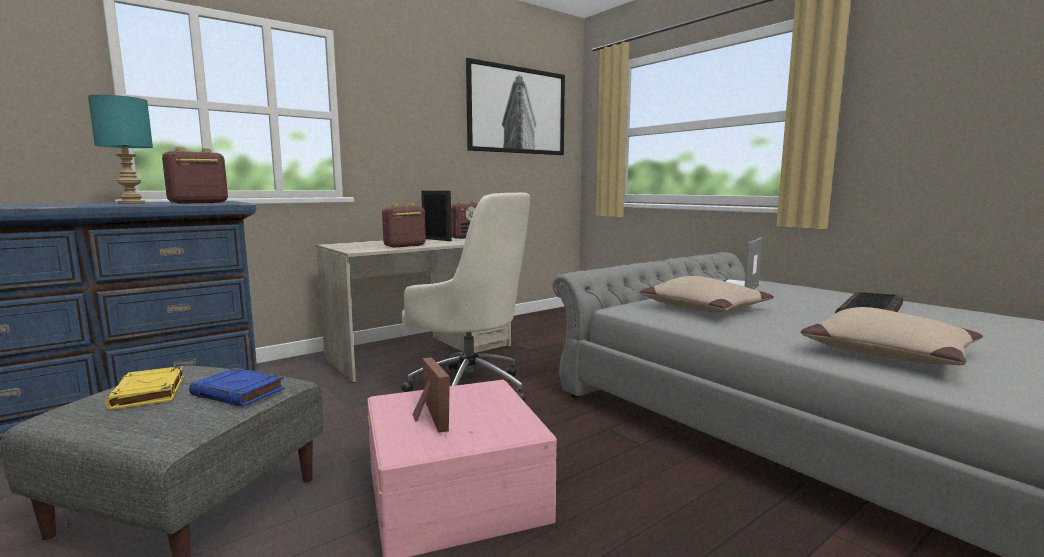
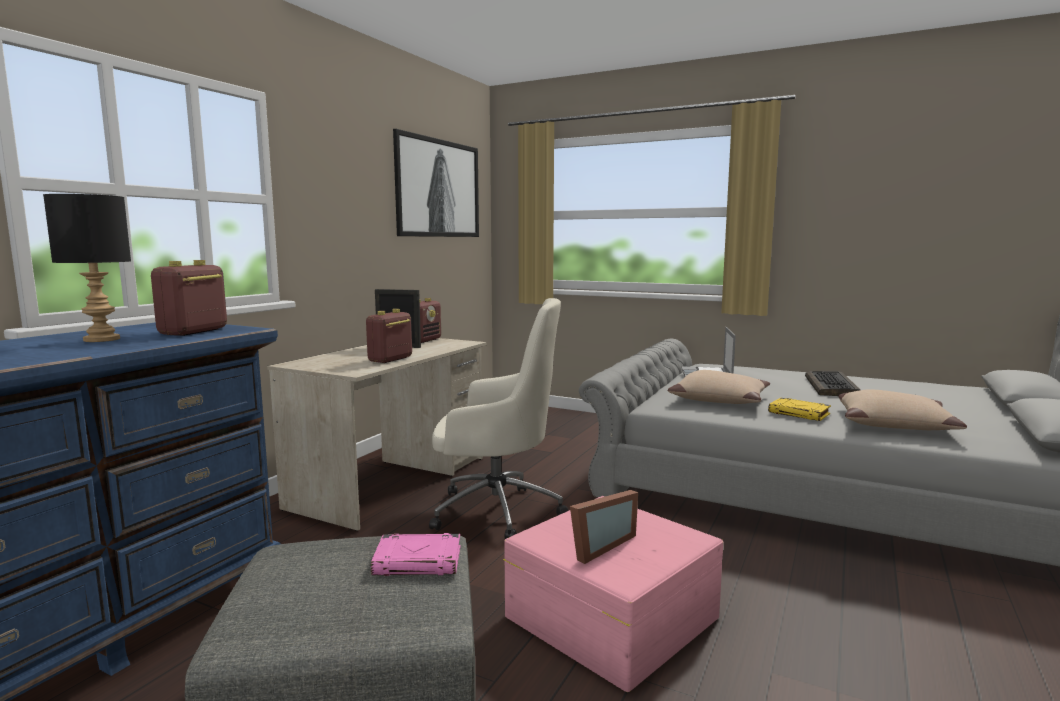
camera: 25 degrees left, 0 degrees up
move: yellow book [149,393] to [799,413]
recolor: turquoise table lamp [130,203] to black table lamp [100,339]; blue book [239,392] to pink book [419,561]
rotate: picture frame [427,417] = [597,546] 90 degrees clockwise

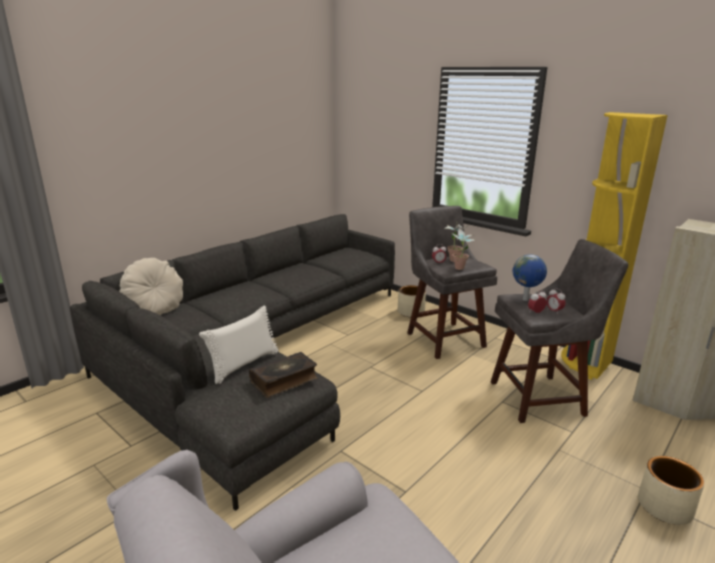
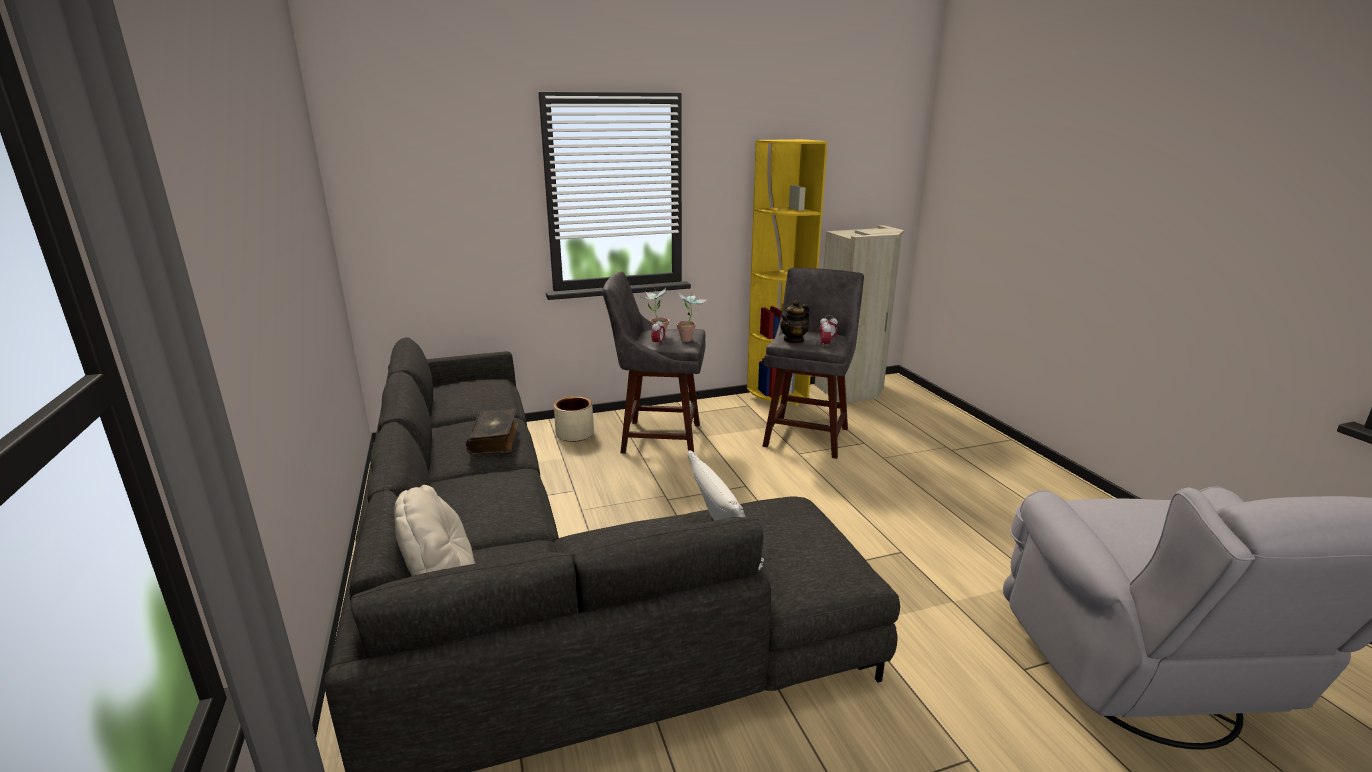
camera: 60 degrees left, 0 degrees up
delete: beige planter [664,506]
move: book [284,381] to [495,439]
replace: globe [525,300] to teapot [794,340]

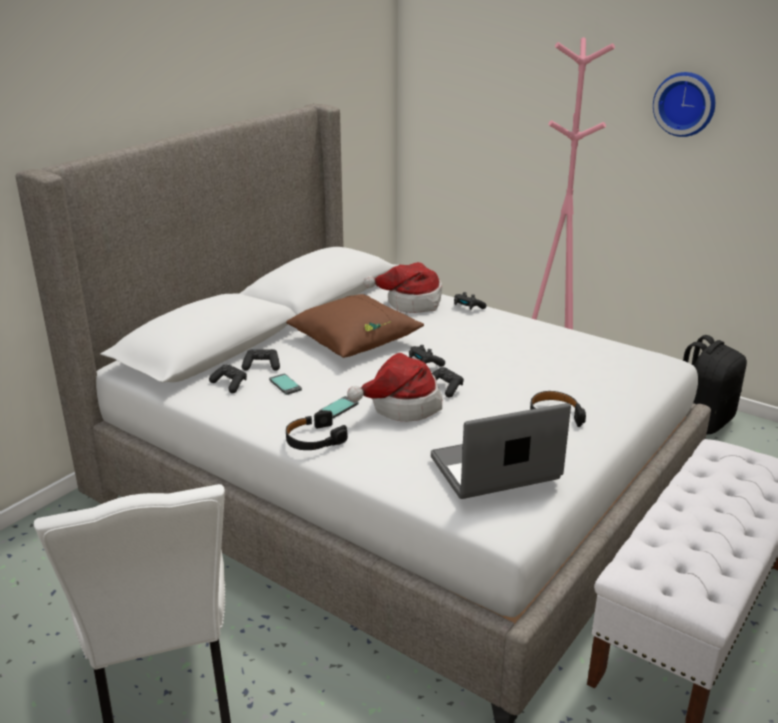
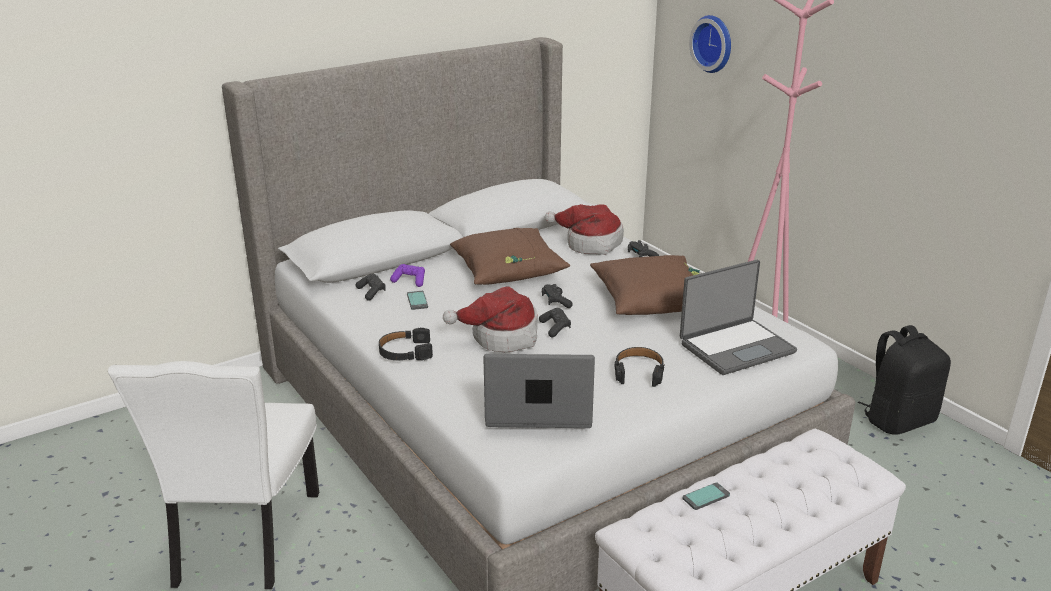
camera: 20 degrees right, 0 degrees up
insert: brown pillow [651,302]; laptop [735,347]
move: phone [338,408] to [705,497]; wall clock [685,103] to [714,43]
recolor: black game controller [262,366] to purple game controller [410,281]

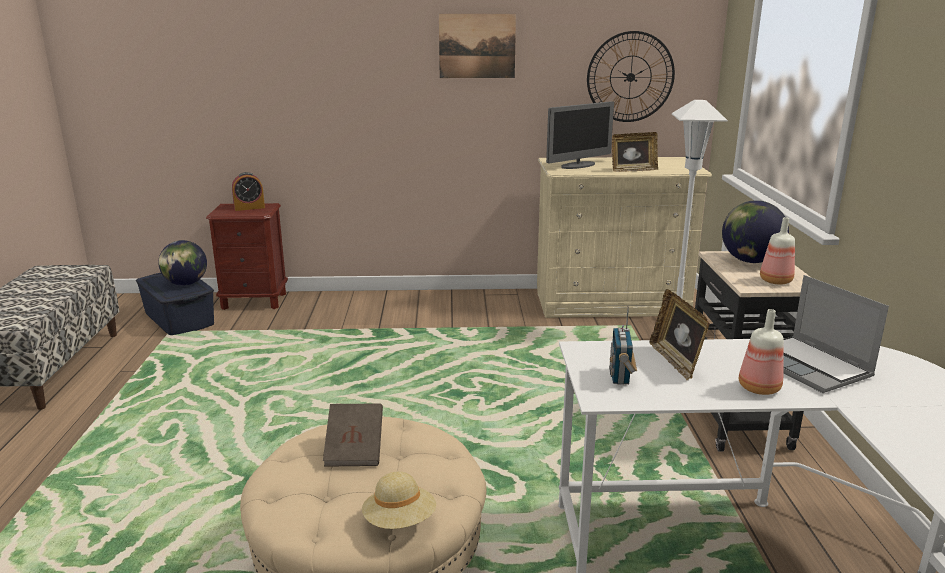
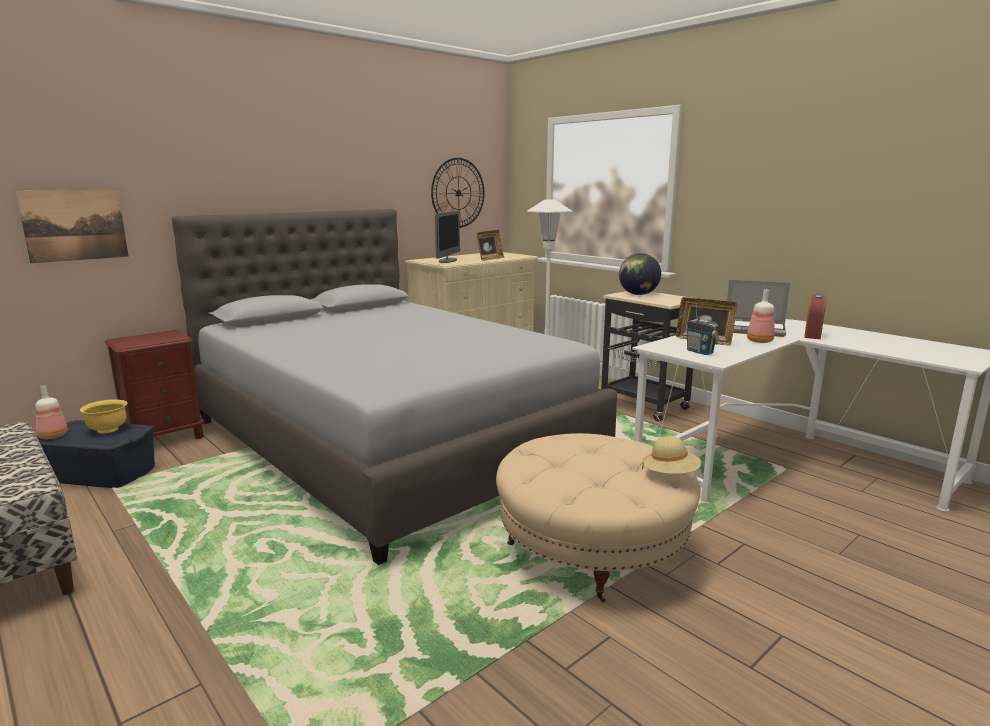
camera: 40 degrees left, 5 degrees down
delete: brown book [355,450]
insert: grey bed [390,440]
move: alarm clock [249,208] to [813,335]; picture [477,46] to [75,225]; bottle [775,281] to [53,436]
replace: globe [185,284] to yellow bowl [108,429]

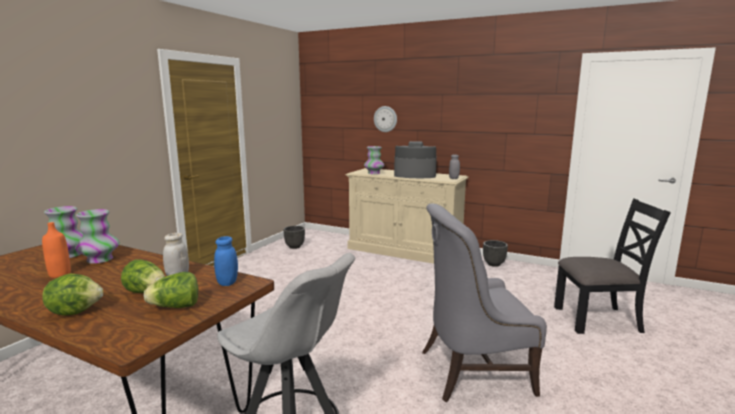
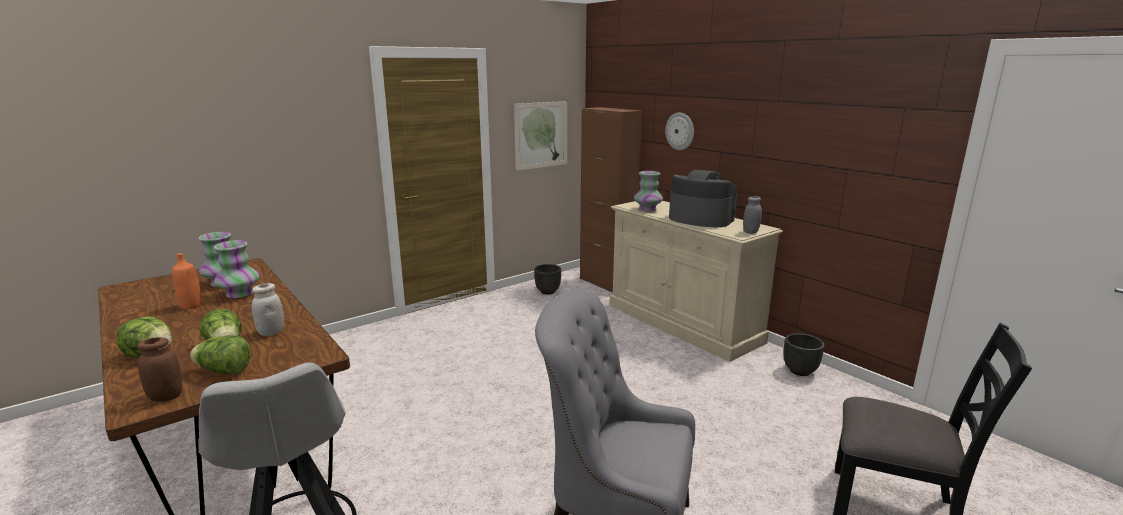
camera: 25 degrees right, 5 degrees up
delete: blue jar [227,282]
insert: brown jar [166,397]; picture [541,135]; brown cabinet [606,283]

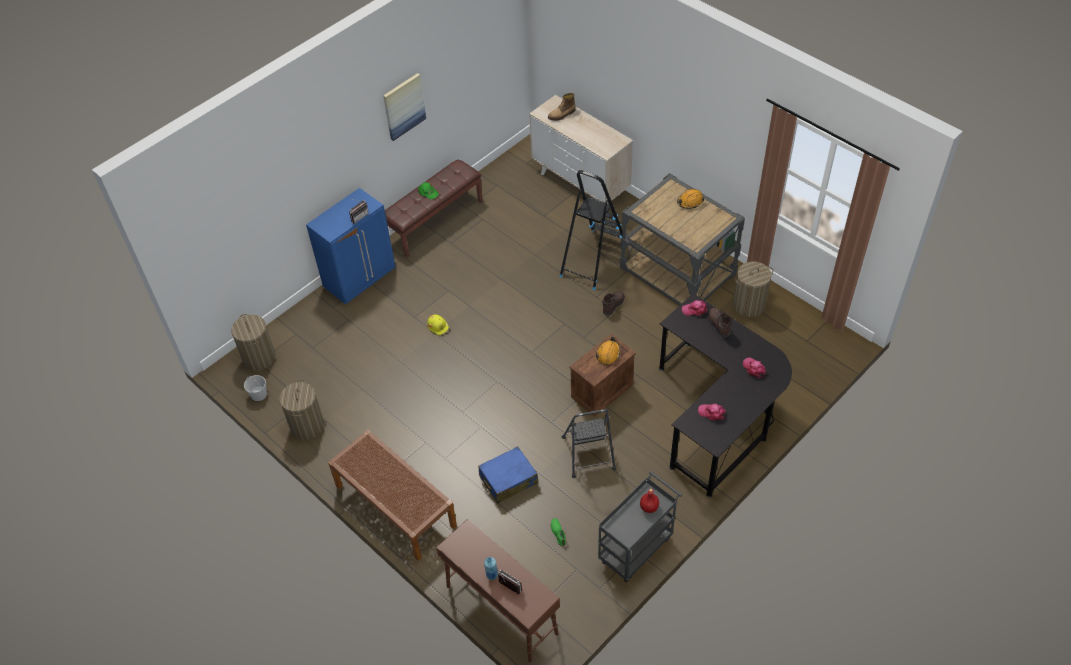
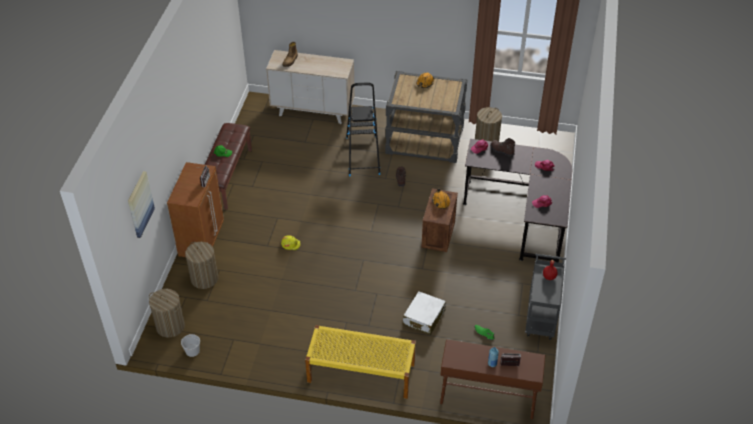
camera: 35 degrees left, 5 degrees down
delete: black step ladder [588,454]
move: laundry basket [307,425] to [204,278]; picture [404,106] to [140,204]
recolor: blue cabinet [359,276] to brown cabinet [201,237]; brown bench [395,506] to yellow bench [361,373]; blue suitcase [508,480] to white suitcase [423,318]

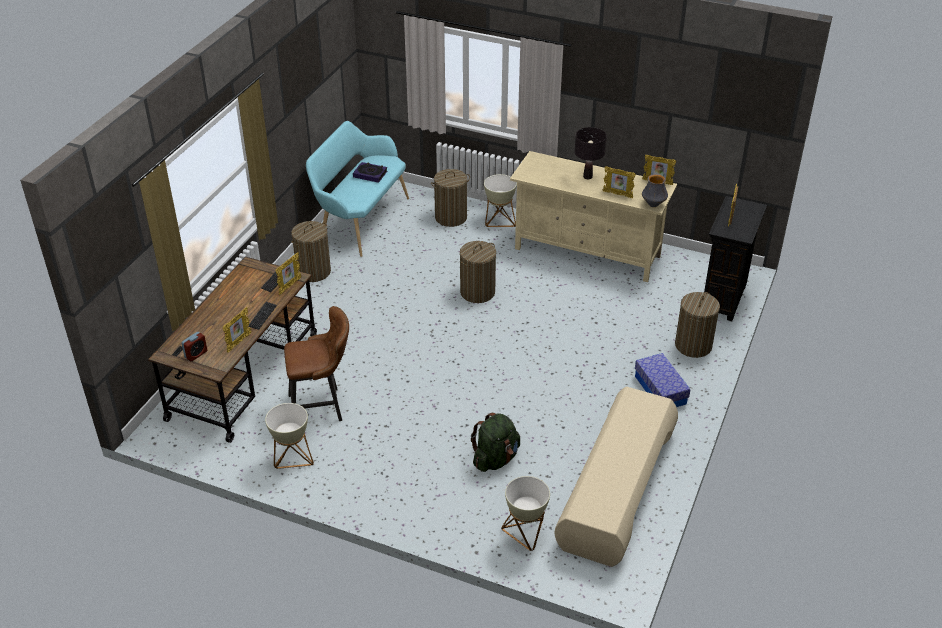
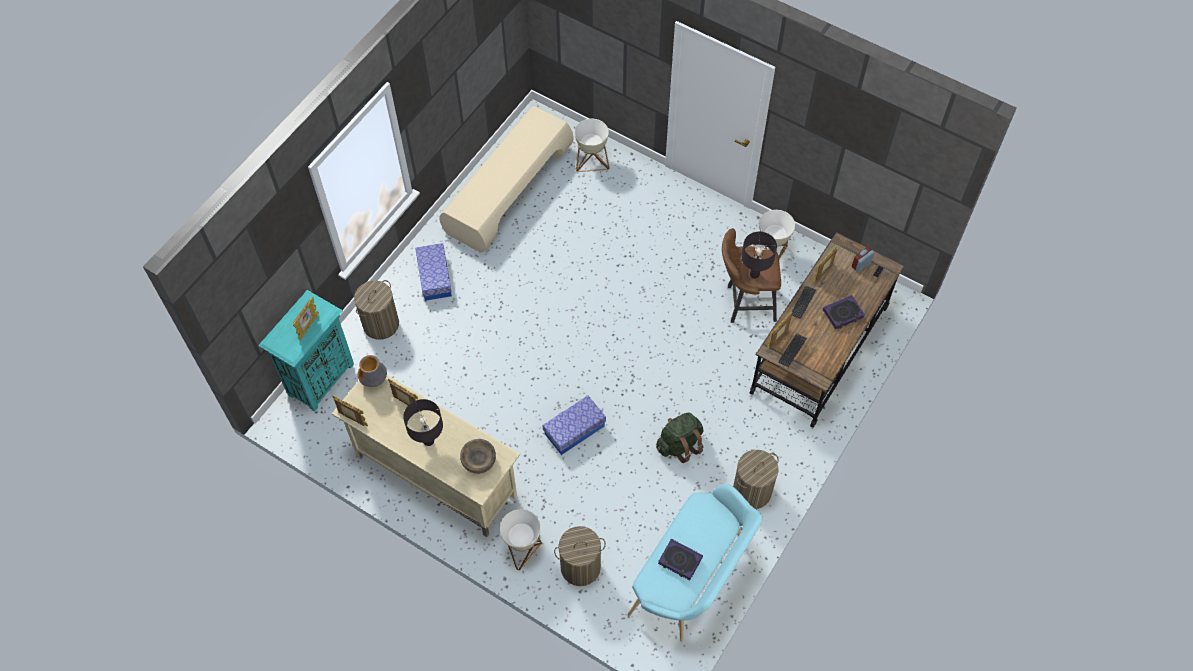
camera: 170 degrees left, 20 degrees up
insert: brown bowl [479,460]; black table lamp [754,274]; book [843,314]
move: green backpack [495,459] to [679,444]
replace: laundry basket [477,292] to storage box [574,430]
recolor: black cabinet [724,300] to turquoise cabinet [321,379]

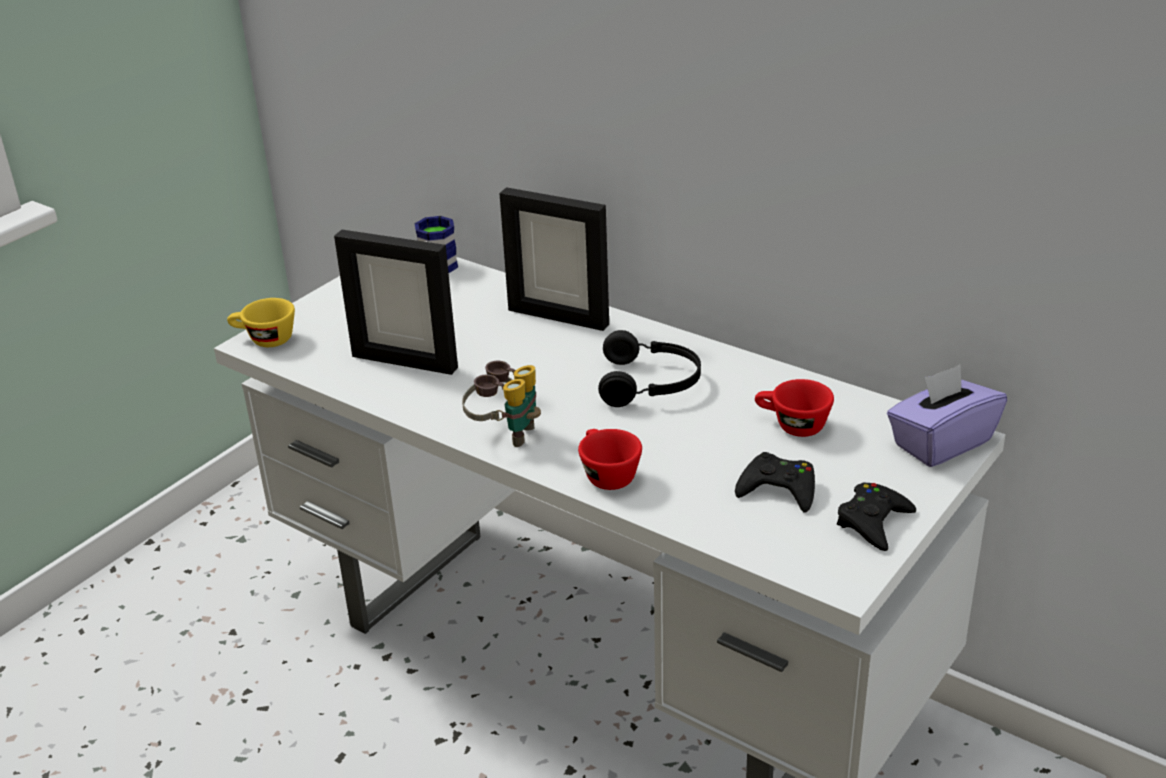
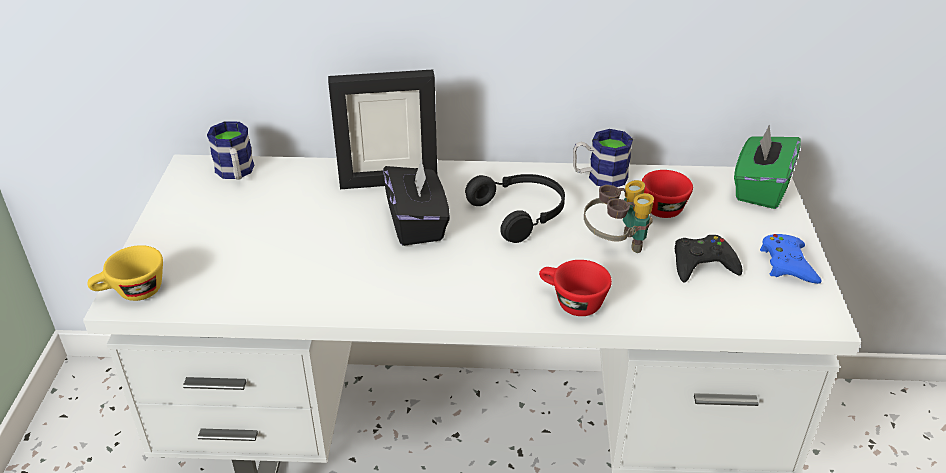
camera: 35 degrees left, 5 degrees up
delete: picture frame [405,360]
insert: black tissue box [417,223]; mug [599,177]
move: binoculars [505,433] to [616,245]
recolor: black game controller [873,522] to blue game controller [787,264]; purple tissue box [941,443] to green tissue box [760,188]

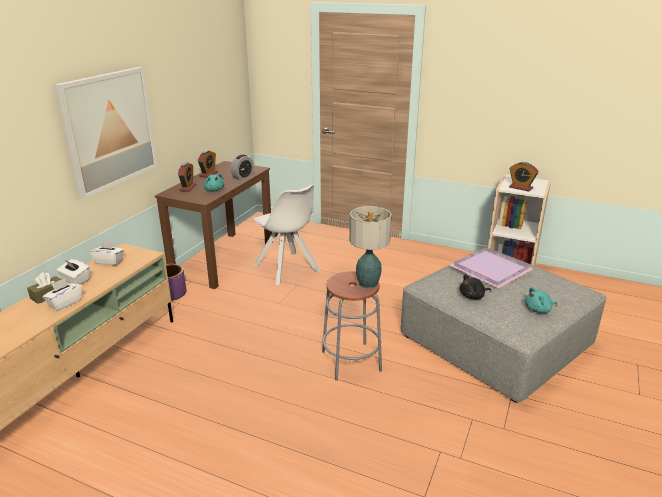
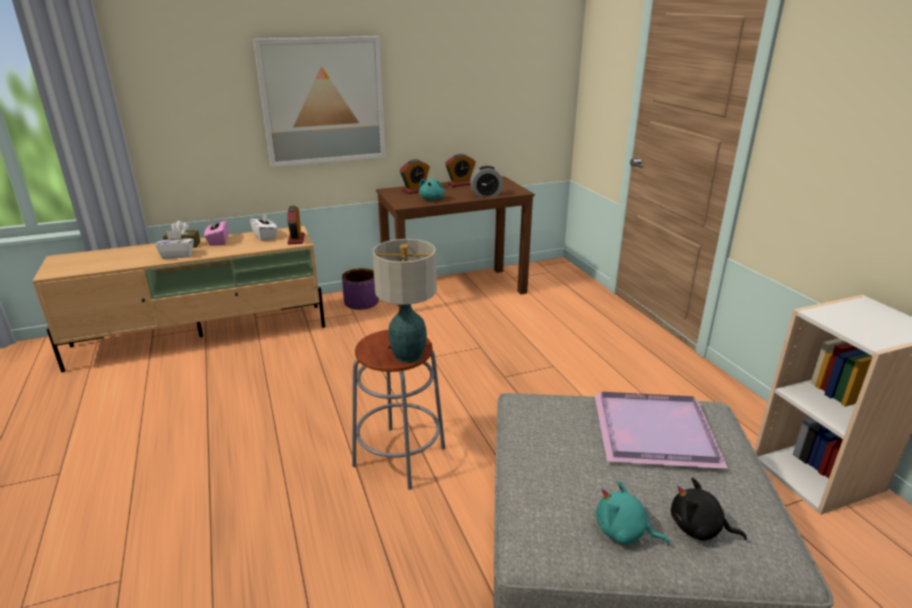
camera: 45 degrees right, 0 degrees up
delete: white chair [287,269]
move: black plush toy [473,296] to [699,529]; alarm clock [520,188] to [296,239]
recolor: white tissue box [75,280] to pink tissue box [218,241]

